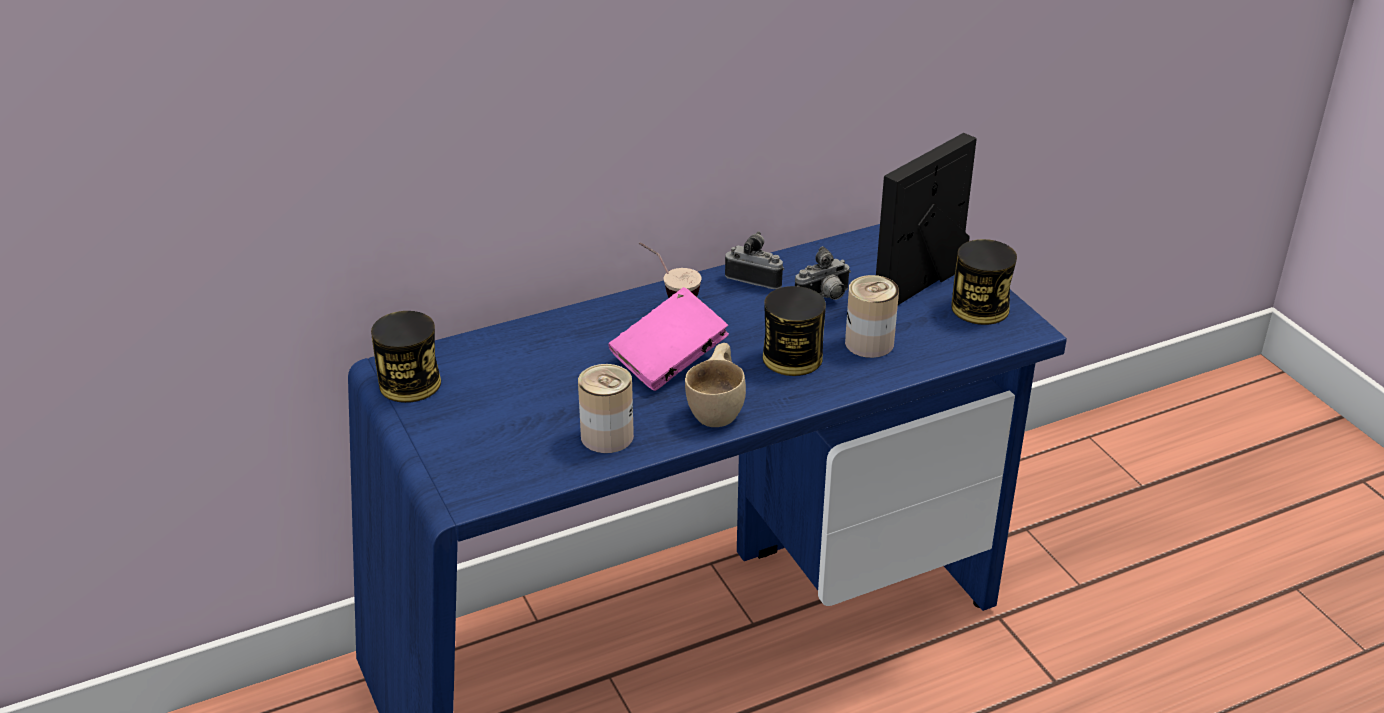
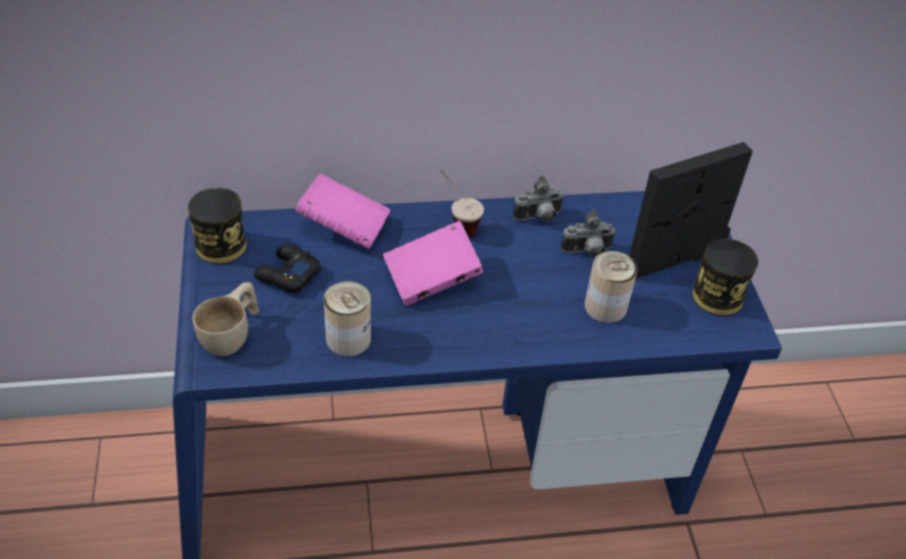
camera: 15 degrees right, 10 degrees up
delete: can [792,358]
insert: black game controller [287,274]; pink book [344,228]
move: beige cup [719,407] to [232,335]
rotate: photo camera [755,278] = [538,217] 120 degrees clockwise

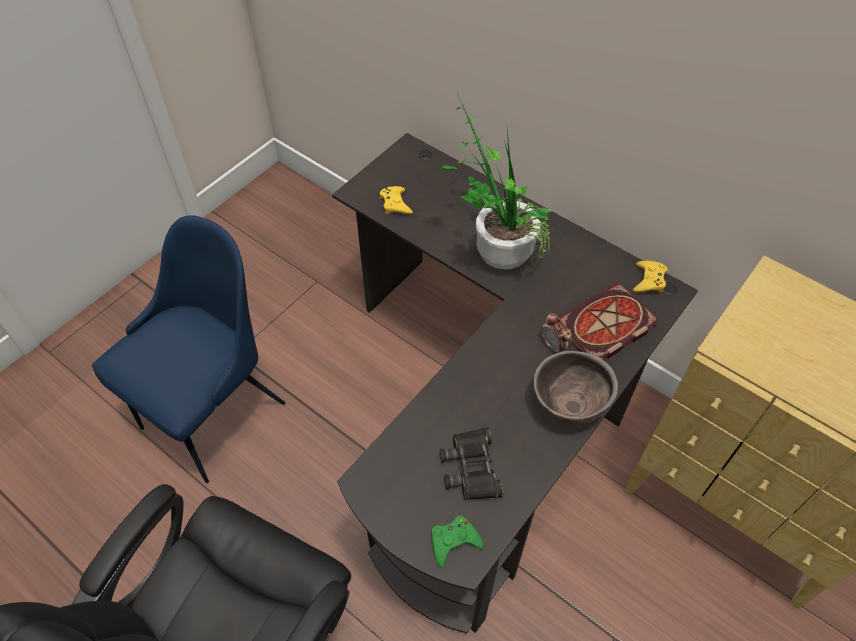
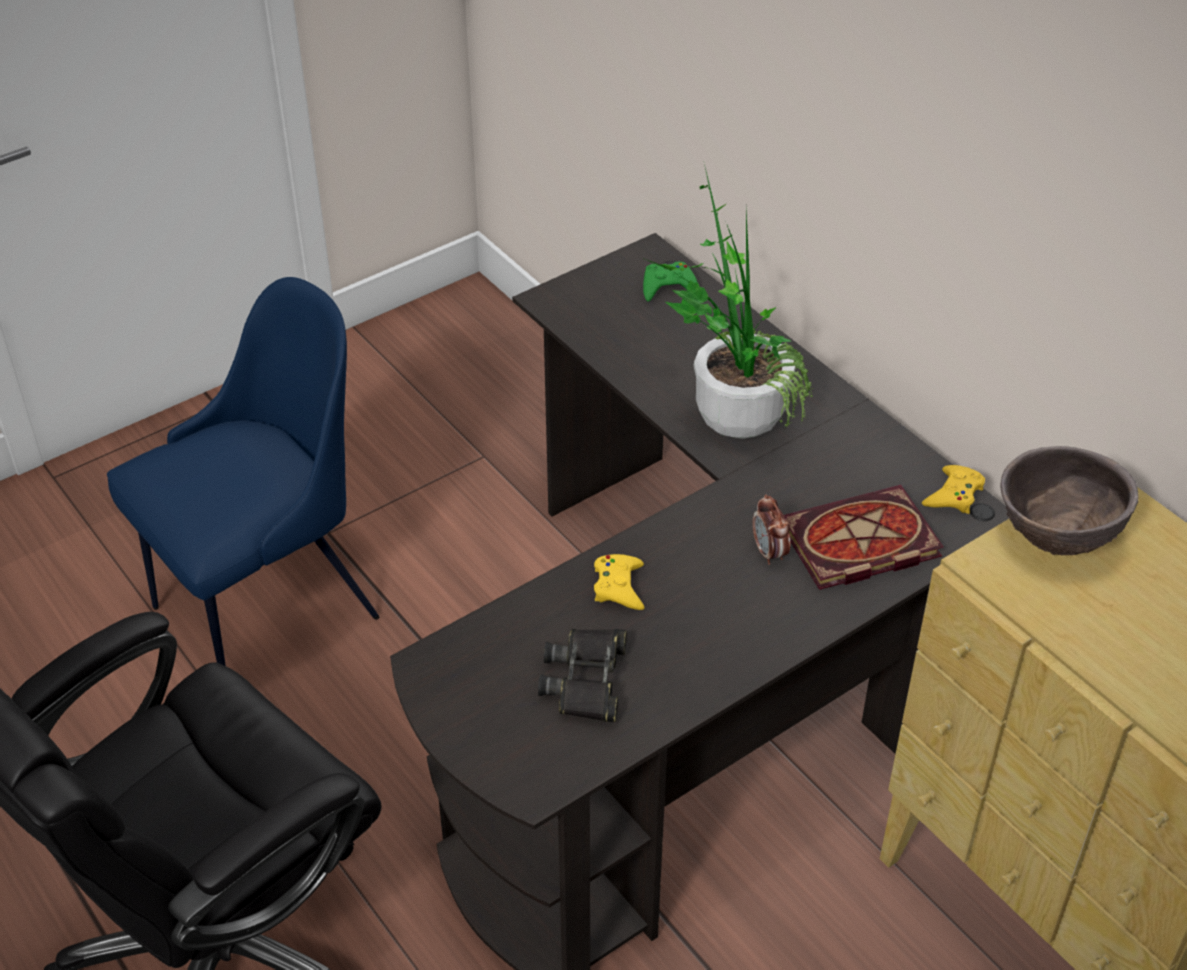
camera: 15 degrees right, 10 degrees down
move: yellow game controller [395,204] to [619,587]; green game controller [454,542] to [668,287]; brown bowl [568,406] to [1055,539]

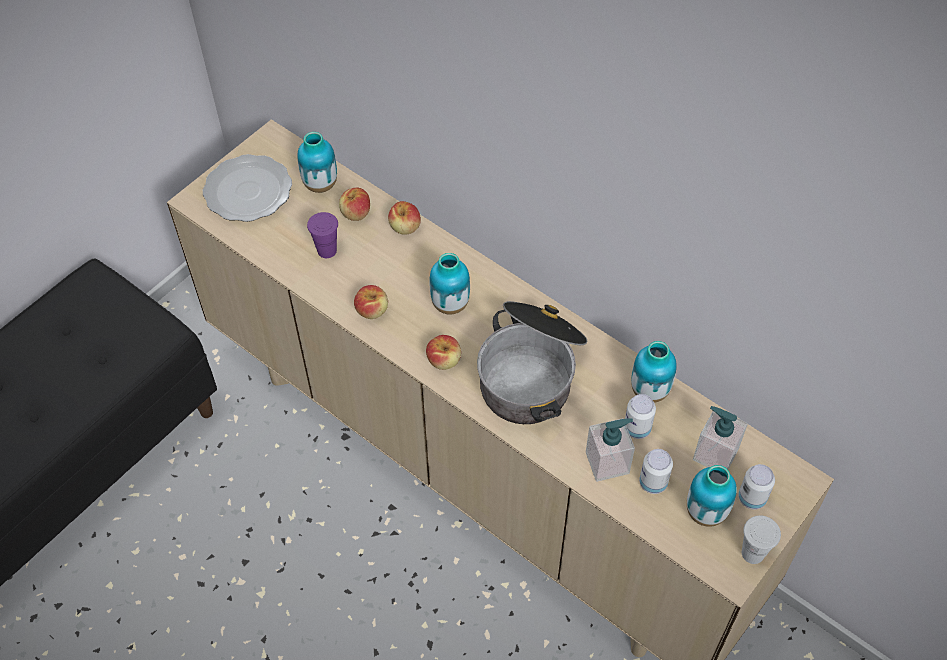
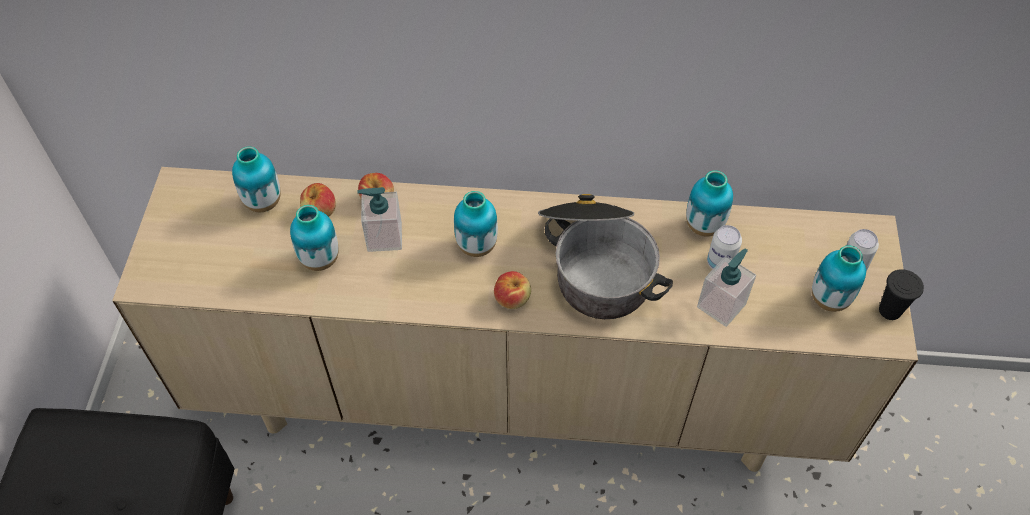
camera: 35 degrees left, 0 degrees up
delete: plate [249,191]; apple [372,310]; can [653,483]
move: soap dispenser [715,454] to [384,237]
replace: purple cup [327,250] to vase [320,260]
recolor: white cup [752,553] to black cup [890,310]

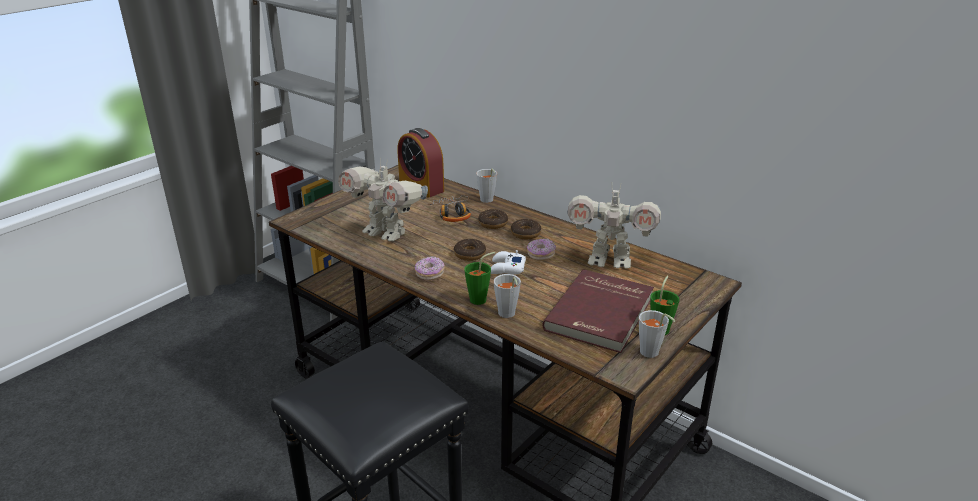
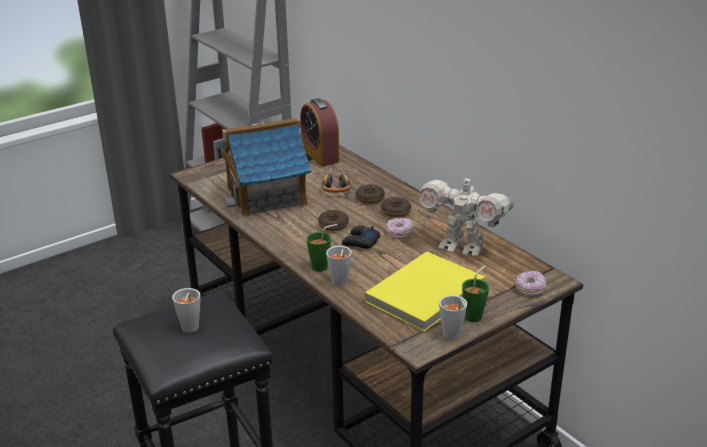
camera: 15 degrees right, 0 degrees up
move: donut [429,274] to [529,289]; grey cup [487,201] to [189,330]
replace: toy robot [386,233] to toy house [267,196]
recolor: white game controller [506,268] to black game controller [360,242]; red book [601,314] to yellow book [426,295]

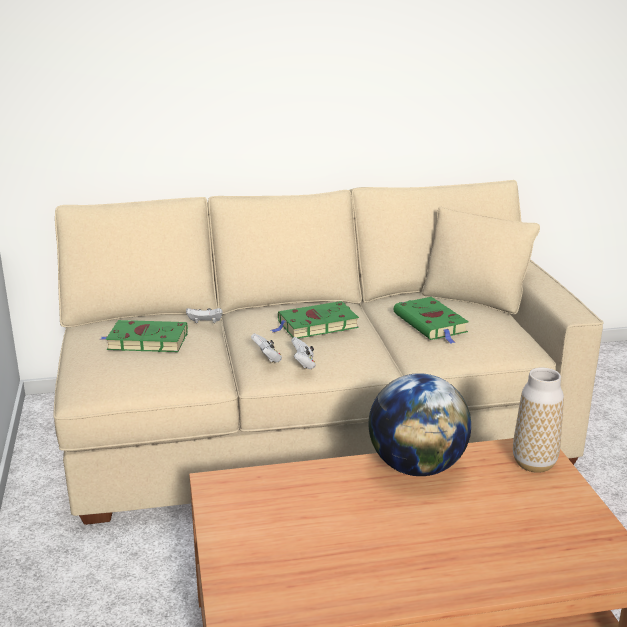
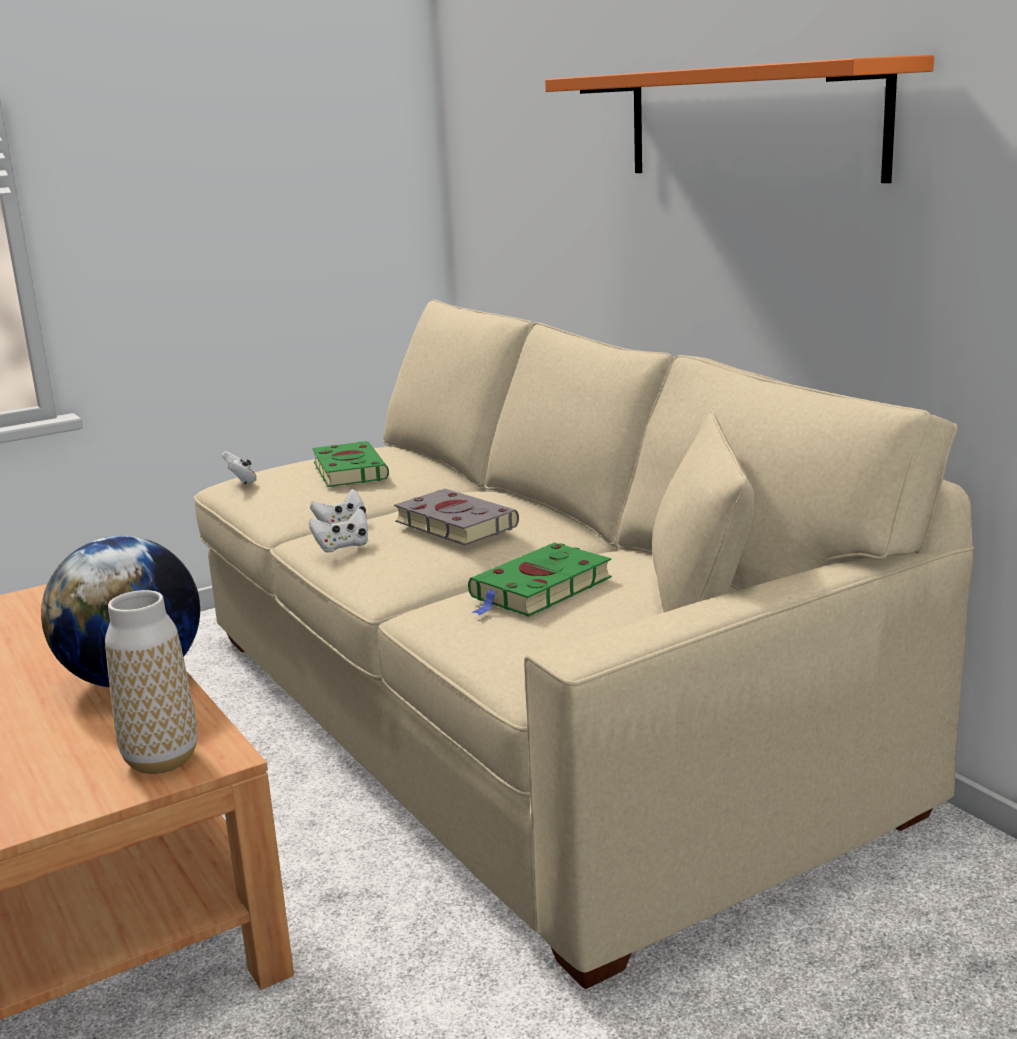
camera: 70 degrees right, 5 degrees down
insert: orange shelf [749,122]
move: white game controller [205,323] to [241,481]
recolor: green book [315,325] to grey book [453,524]

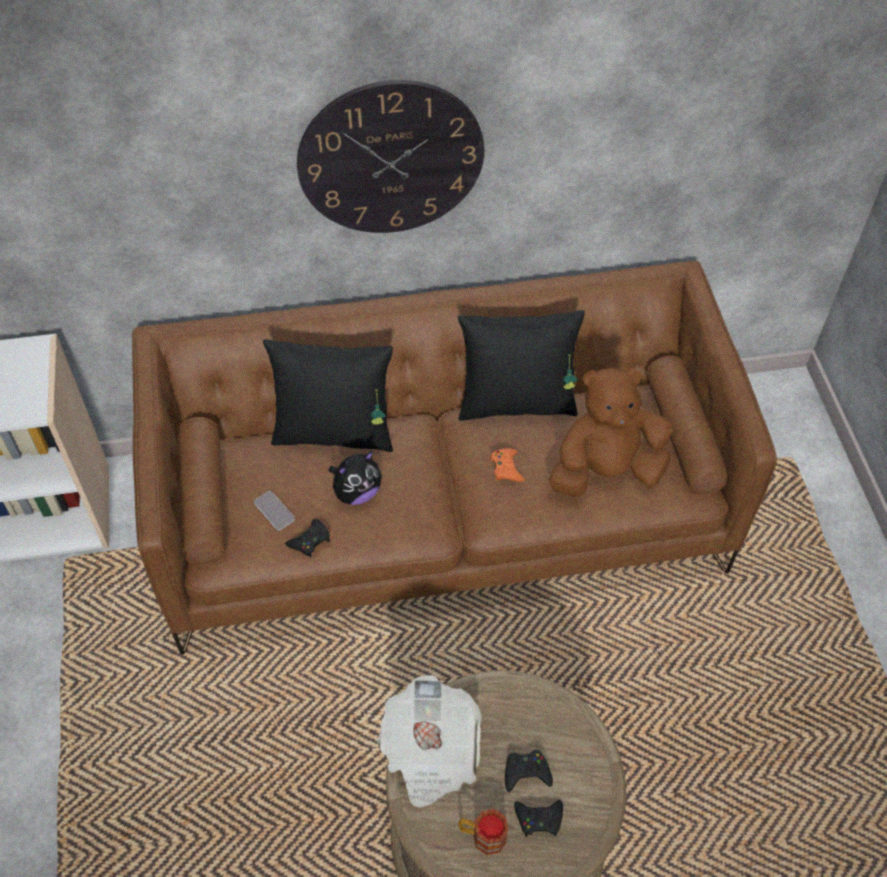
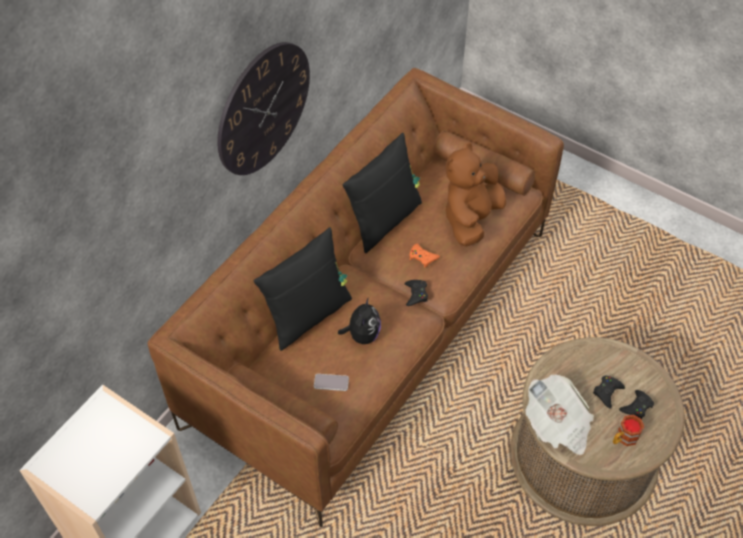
camera: 45 degrees left, 0 degrees up
move: black game controller [310,541] to [416,294]

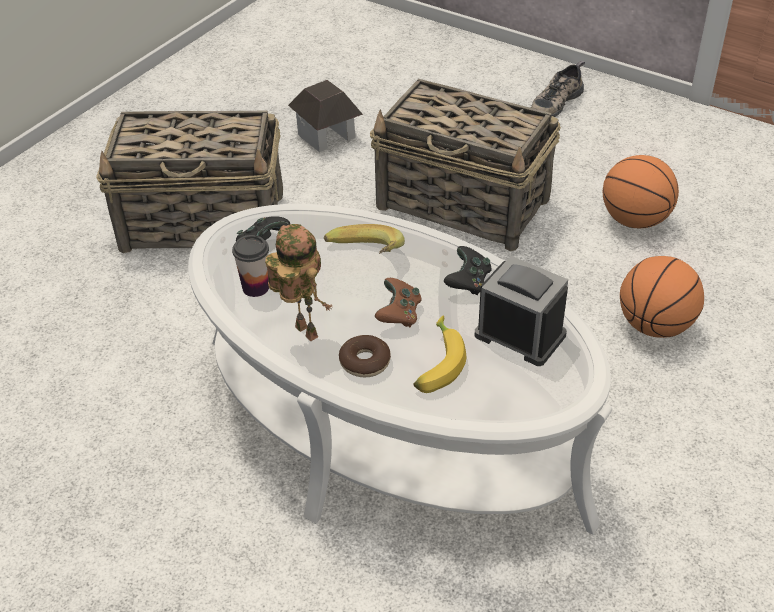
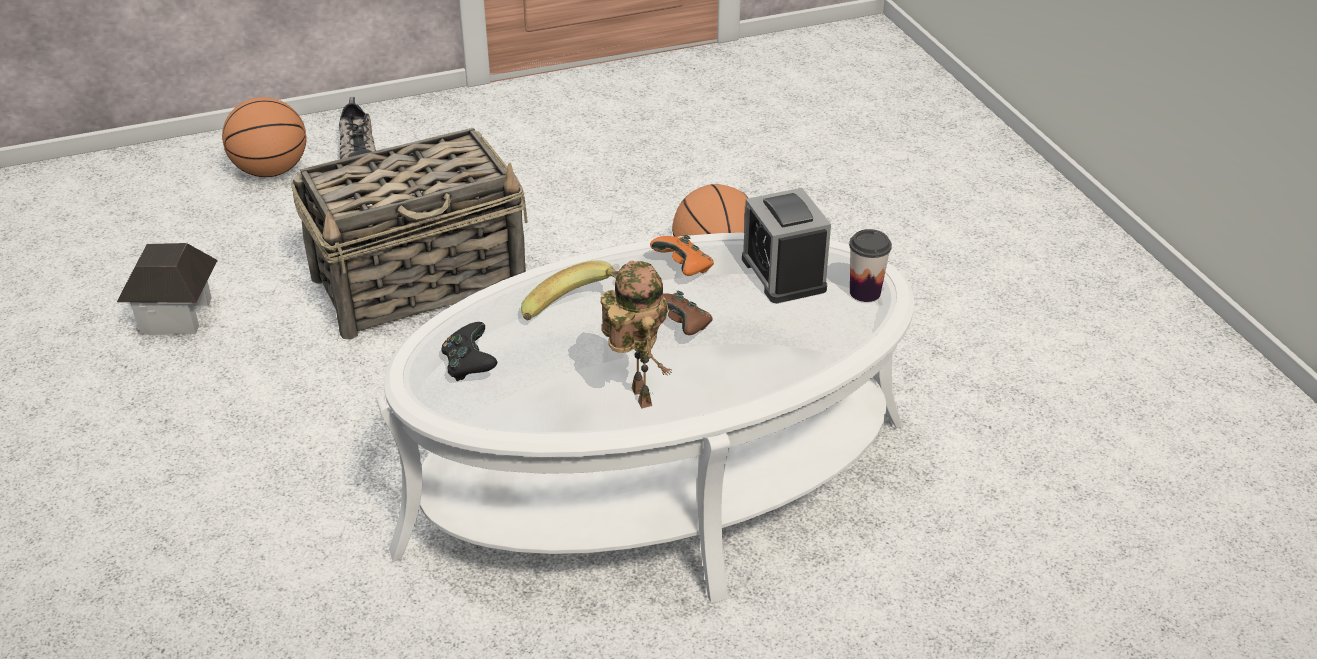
camera: 55 degrees left, 5 degrees down
delete: basket [205,223]; donut [365,362]; banana [436,363]
move: cup [255,287] to [865,292]; basketball [634,220] to [271,171]
recolor: black game controller [468,282] to orange game controller [684,269]
rotate: toy robot [302,332] = [636,396] 75 degrees clockwise; alarm clock [520,335] = [783,274] 90 degrees counterclockwise

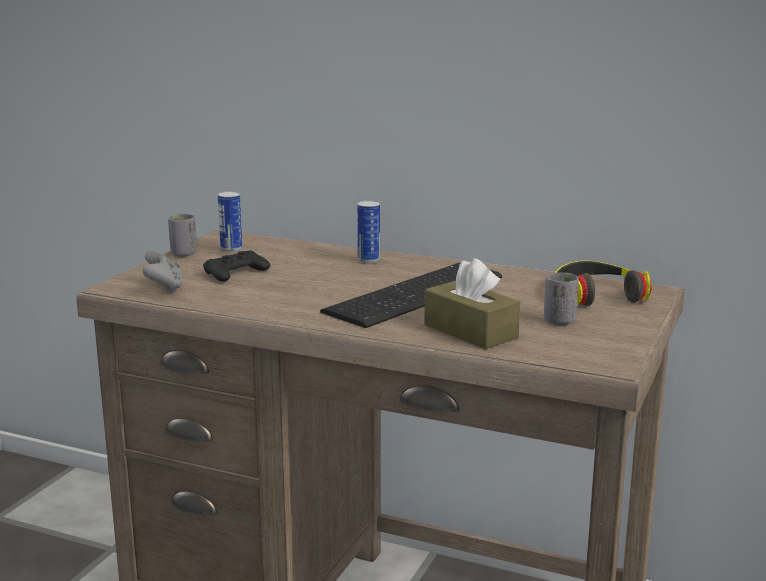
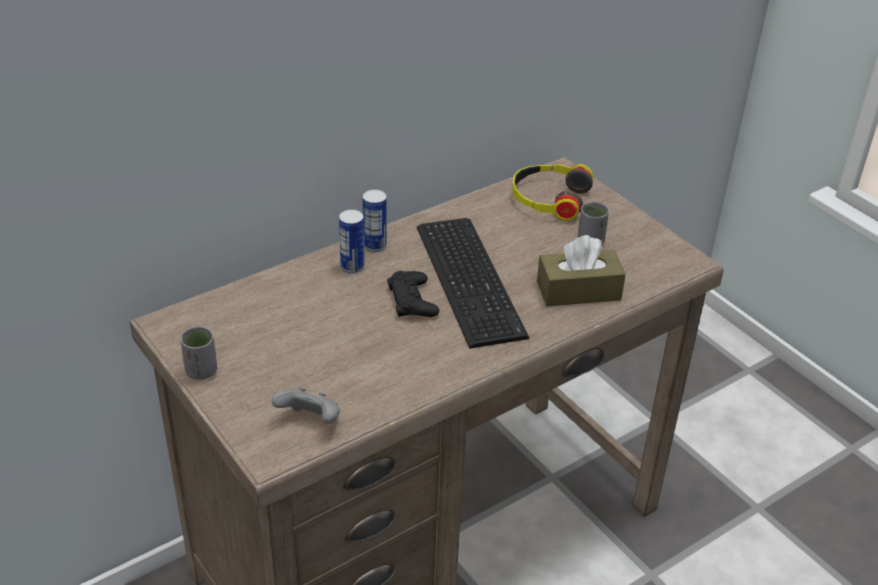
camera: 60 degrees left, 20 degrees up
move: black game controller [235,273] to [412,300]; can [231,249] to [375,246]

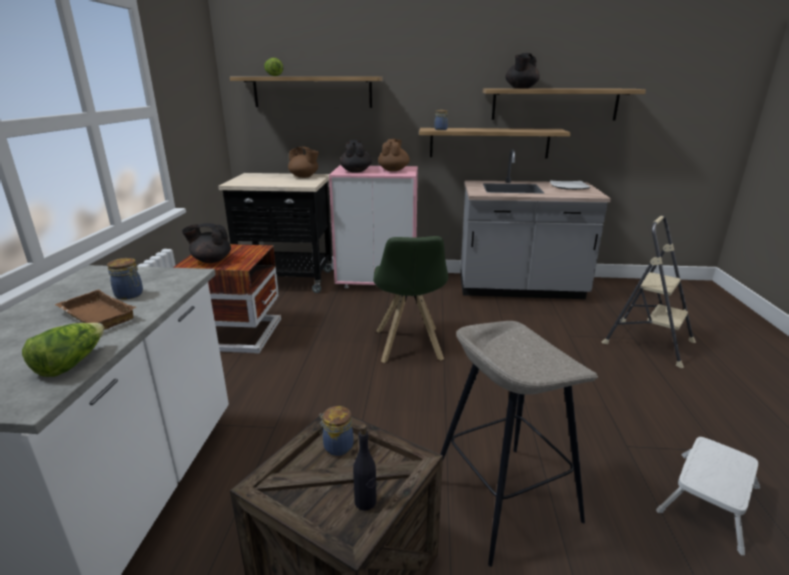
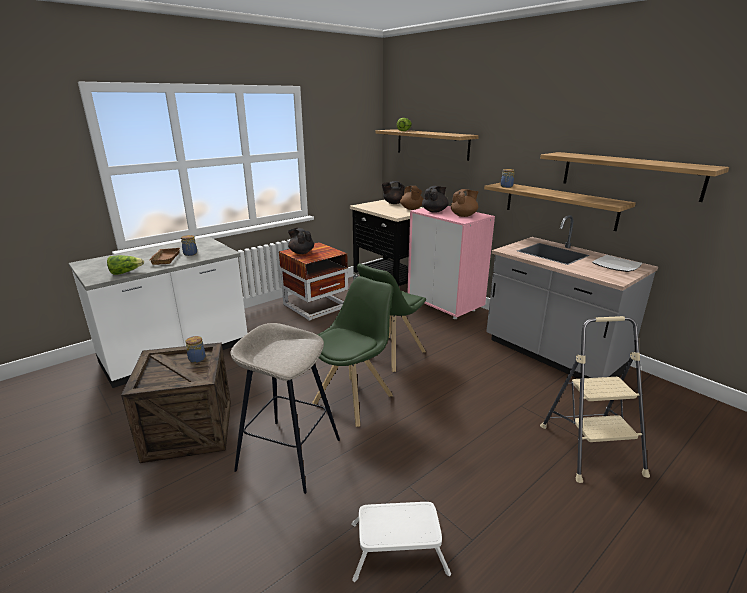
camera: 45 degrees right, 0 degrees up
delete: black bottle [365,502]
insert: green chair [354,399]
move: black teapot [521,88] to [393,203]

